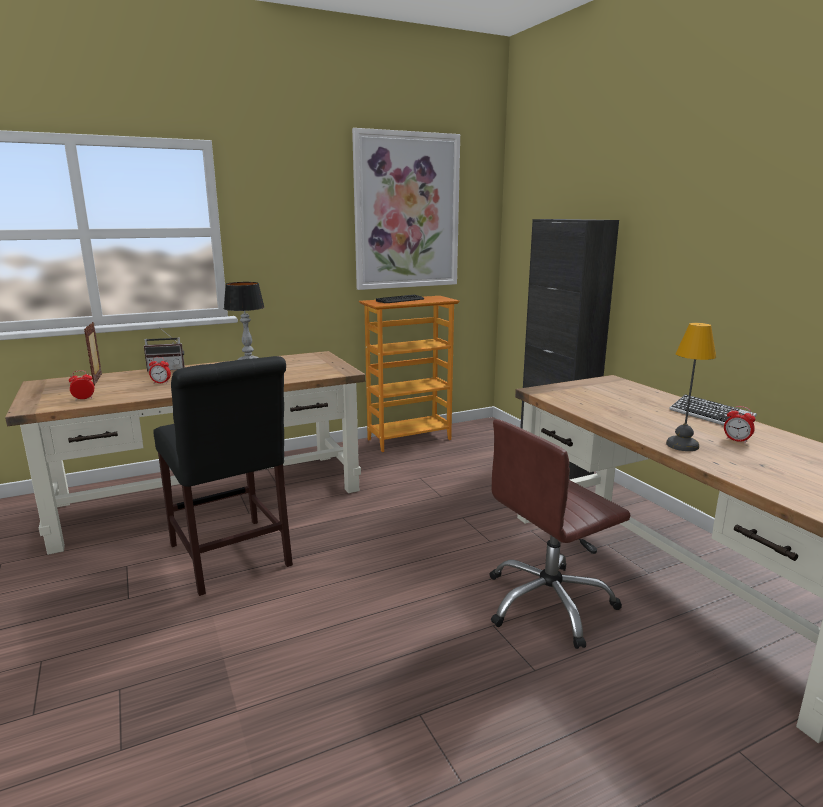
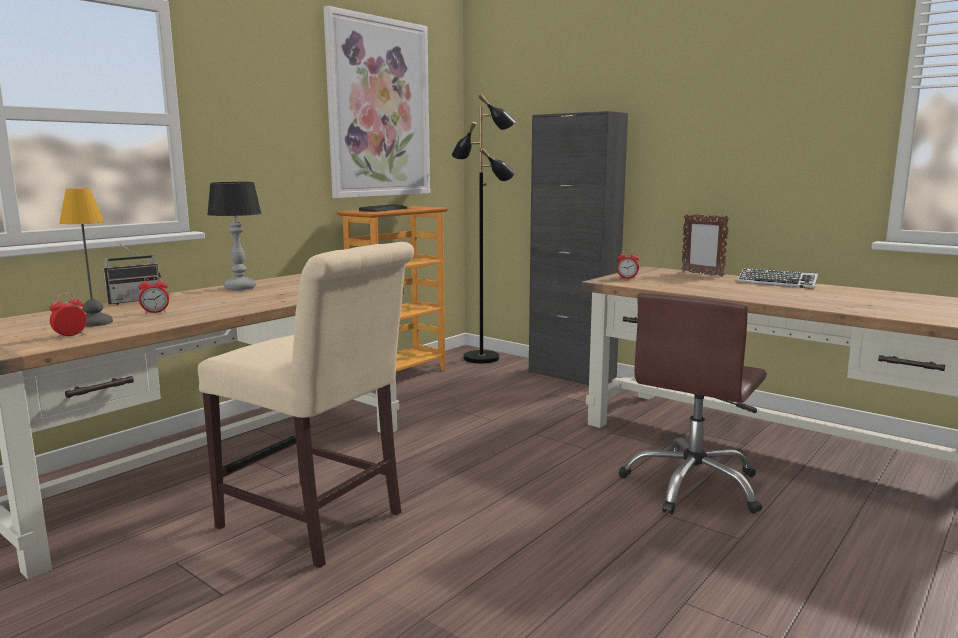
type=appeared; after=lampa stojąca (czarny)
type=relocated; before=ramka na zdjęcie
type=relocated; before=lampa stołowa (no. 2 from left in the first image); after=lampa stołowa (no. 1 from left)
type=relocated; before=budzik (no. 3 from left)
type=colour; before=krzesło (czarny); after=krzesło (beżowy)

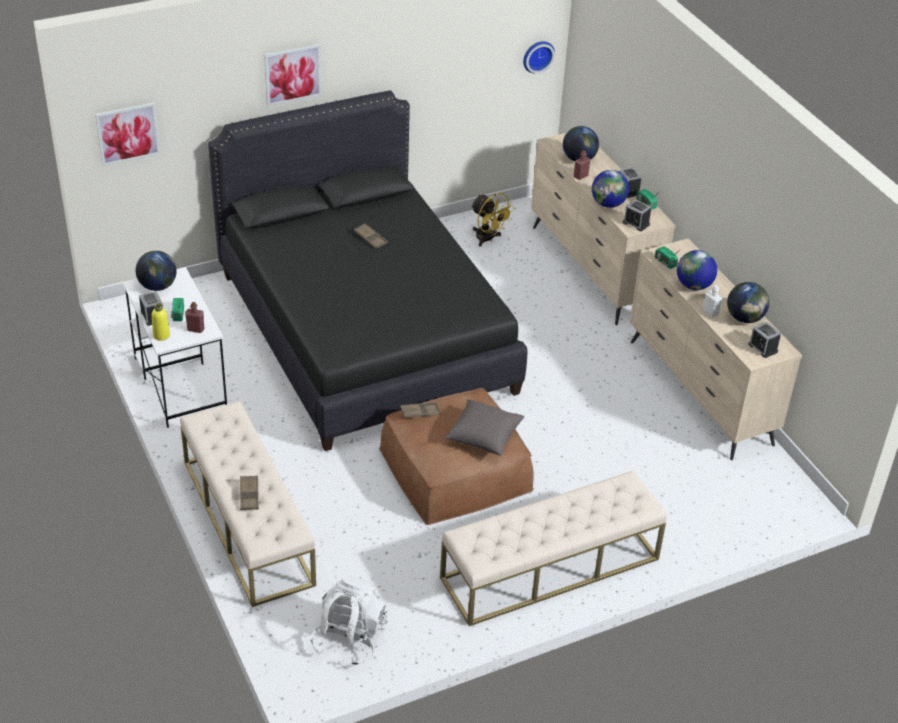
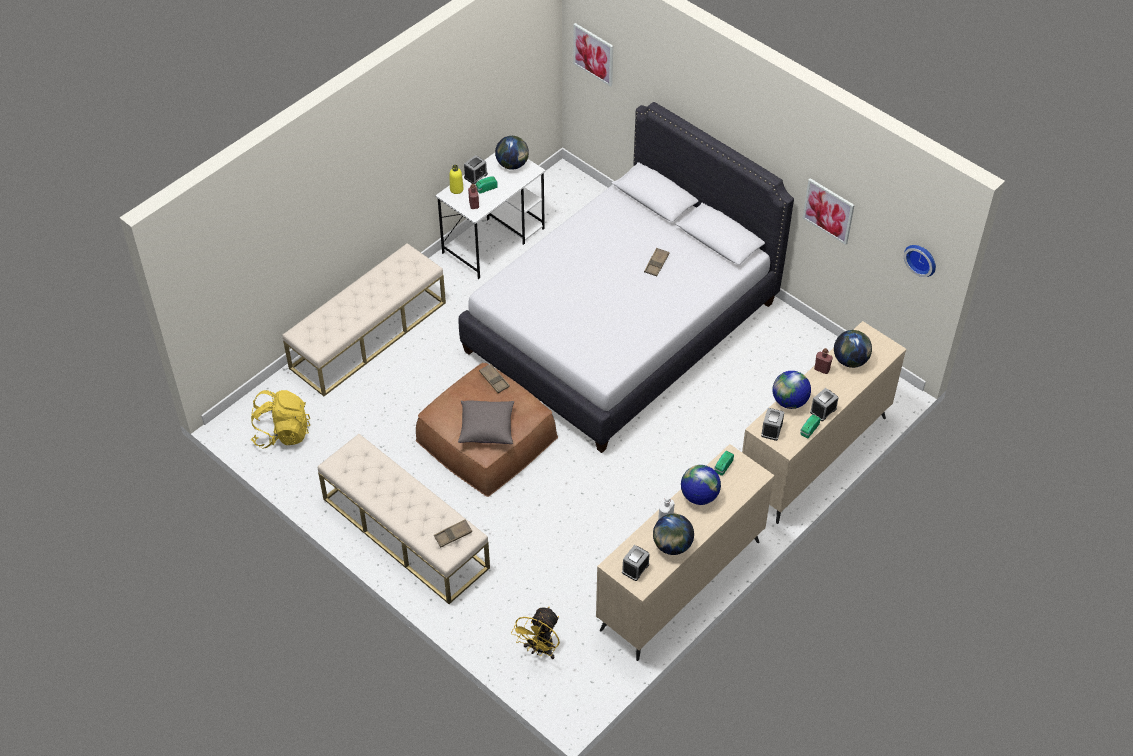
type=relocated; before=taca (brązowy) (no. 1 from left)
type=relocated; before=obraz (no. 2 from left)
type=relocated; before=wentylator (żółty)
type=colour; before=łóżko (czarny); after=łóżko (biały)
type=colour; before=plecak (biały); after=plecak (żółty)

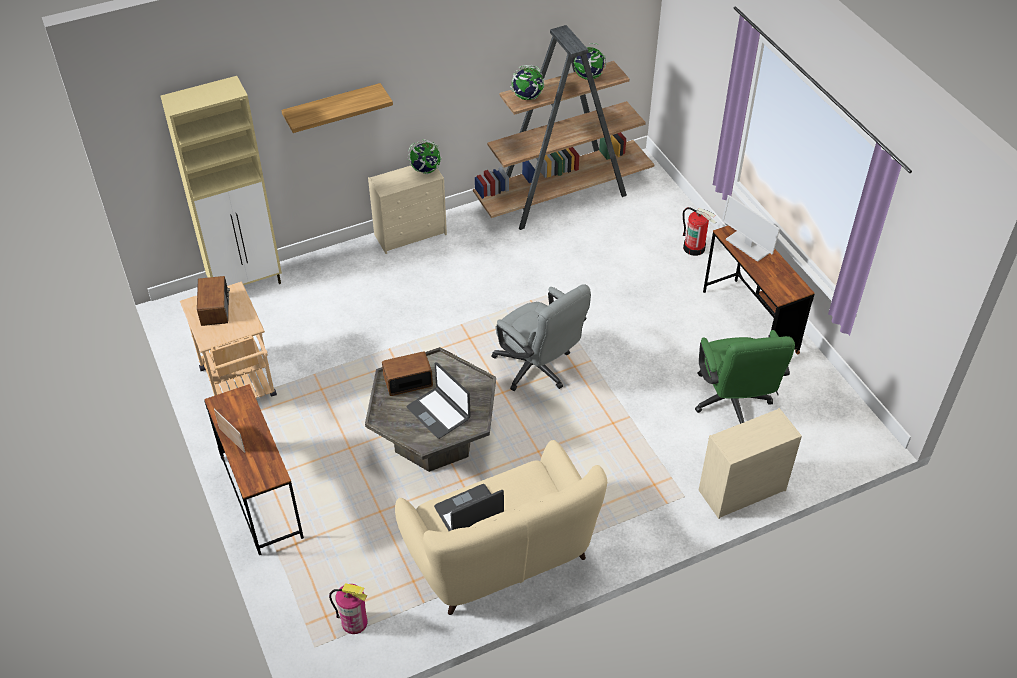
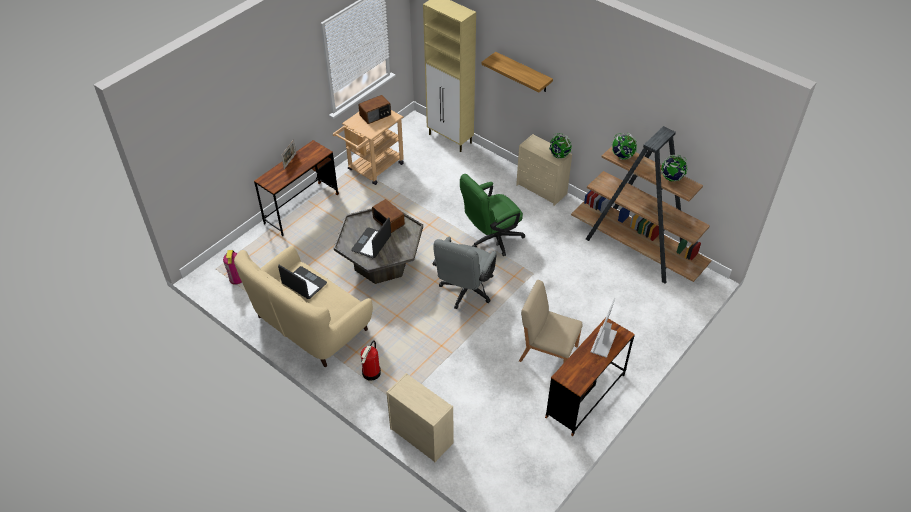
type=appeared; after=krzesło (beżowy)
type=relocated; before=gaśnica (no. 2 from left)
type=relocated; before=krzesło biurowe (zielony)

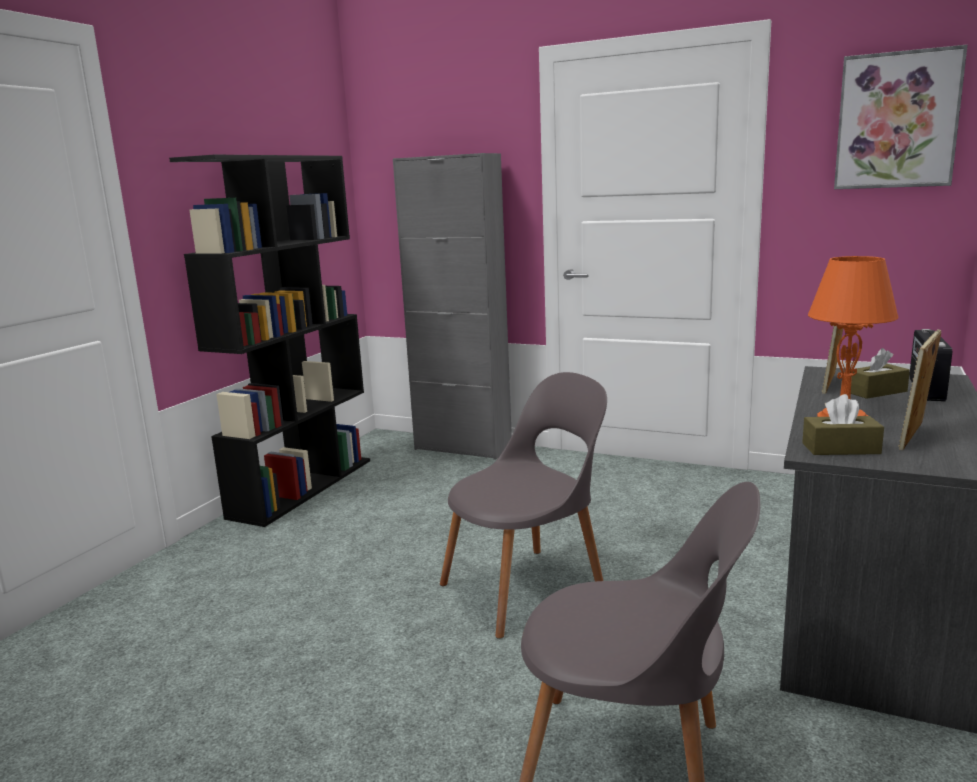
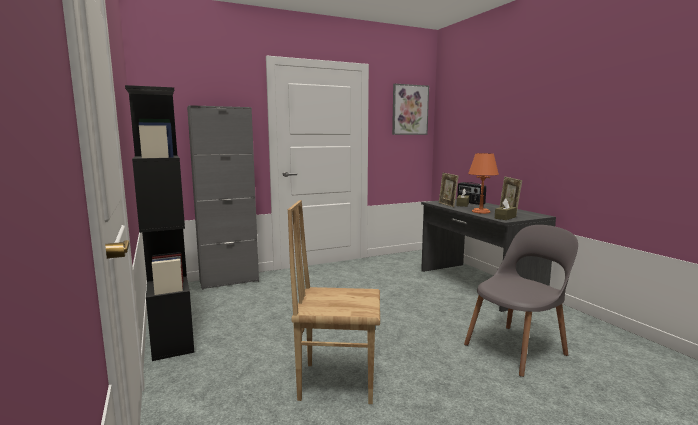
type=missing; before=krzesło (szary) (no. 1 from left)
type=appeared; after=krzesło (brązowy)

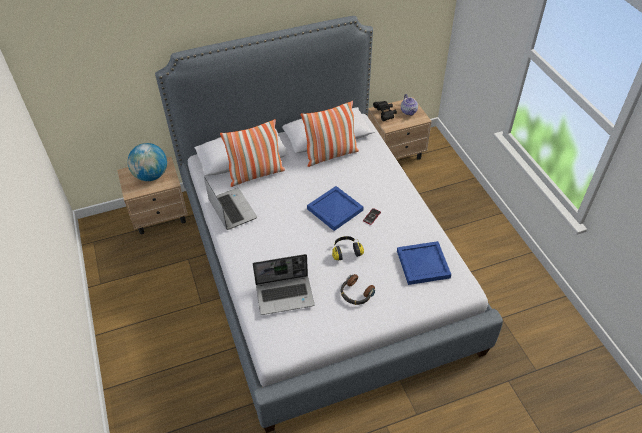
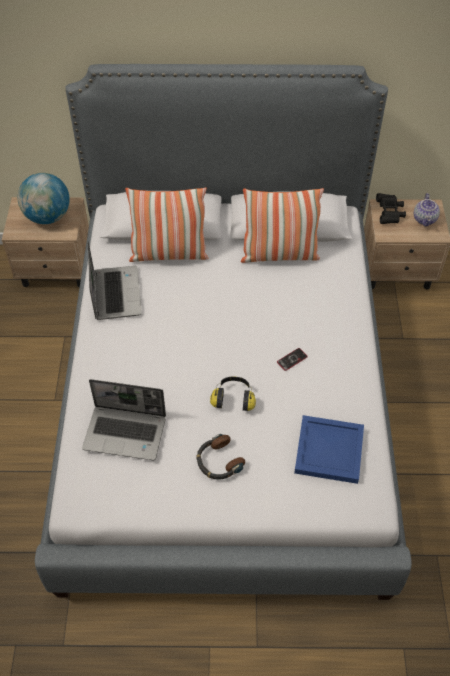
type=missing; before=taca (niebieski) (no. 1 from left)

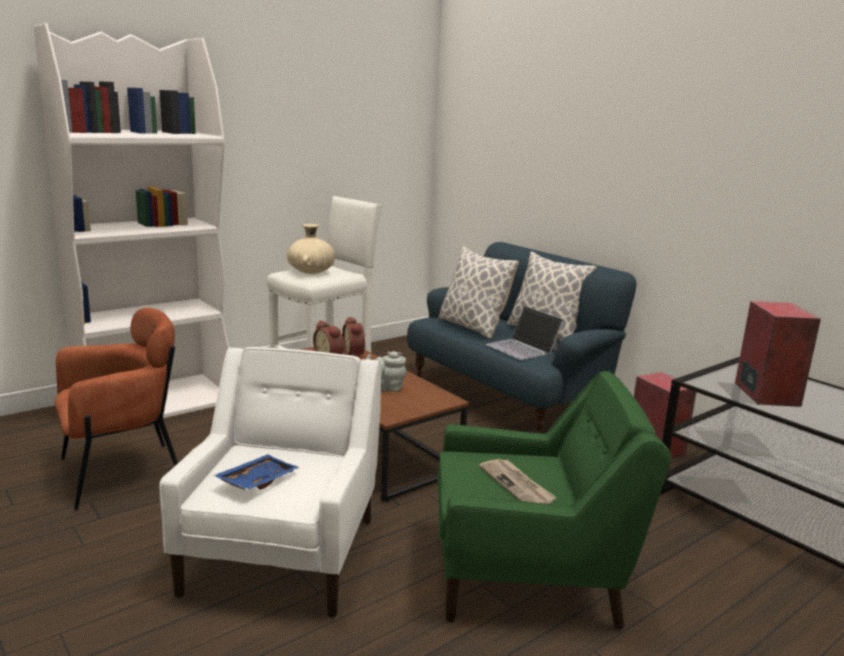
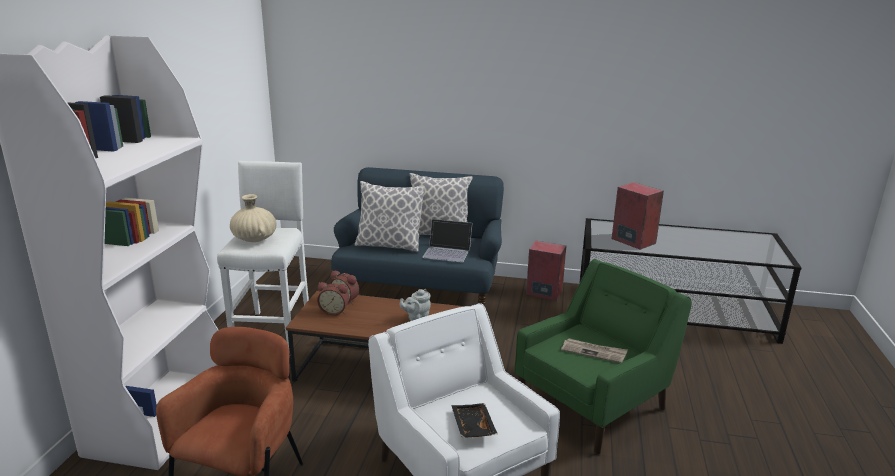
type=colour; before=taca (niebieski); after=taca (czarny)

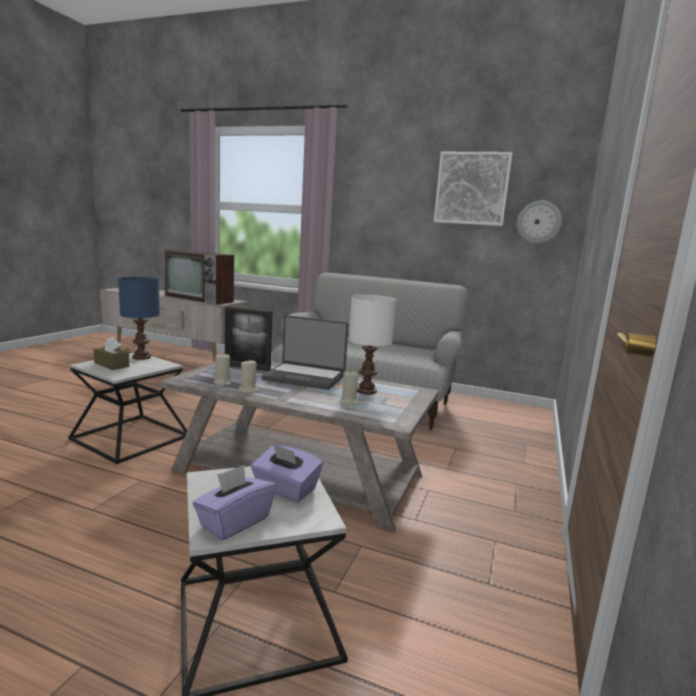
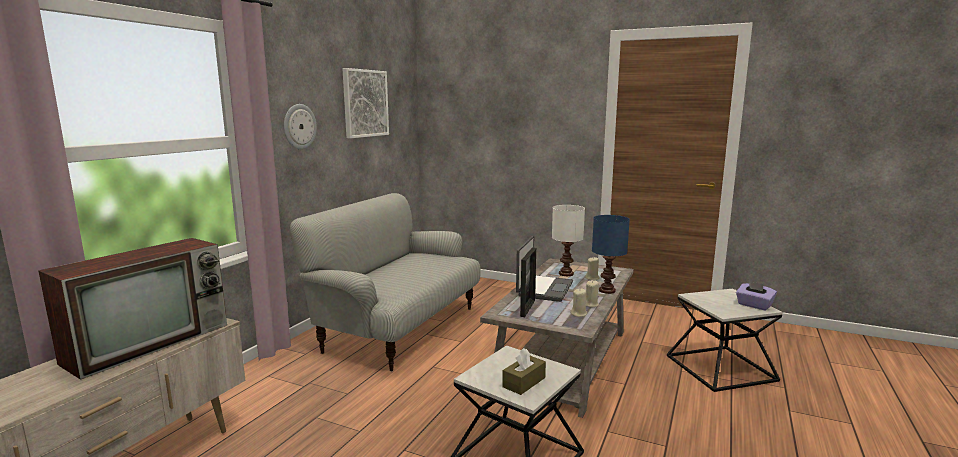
type=missing; before=pudełko chusteczek (fioletowy) (no. 2 from left)
type=relocated; before=lampa stołowa (niebieski)
type=relocated; before=zegar ścienny

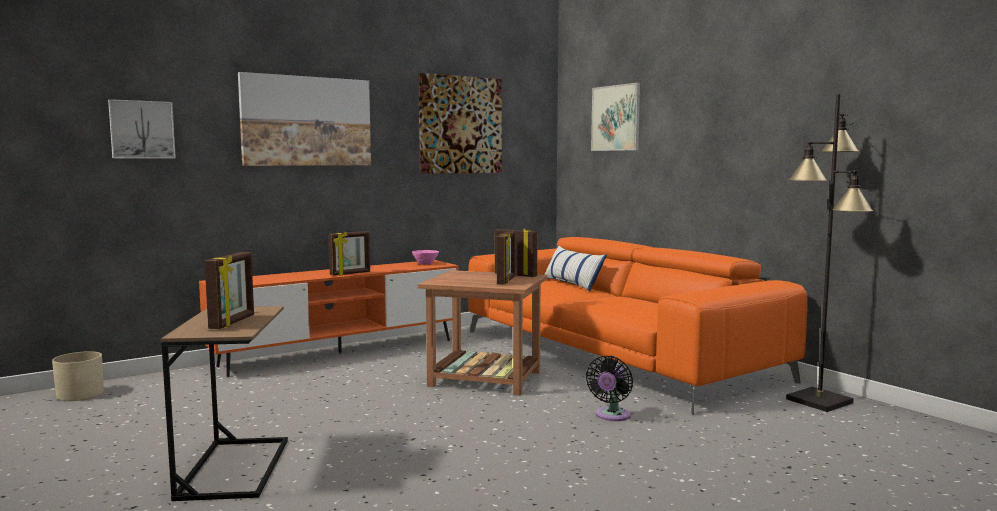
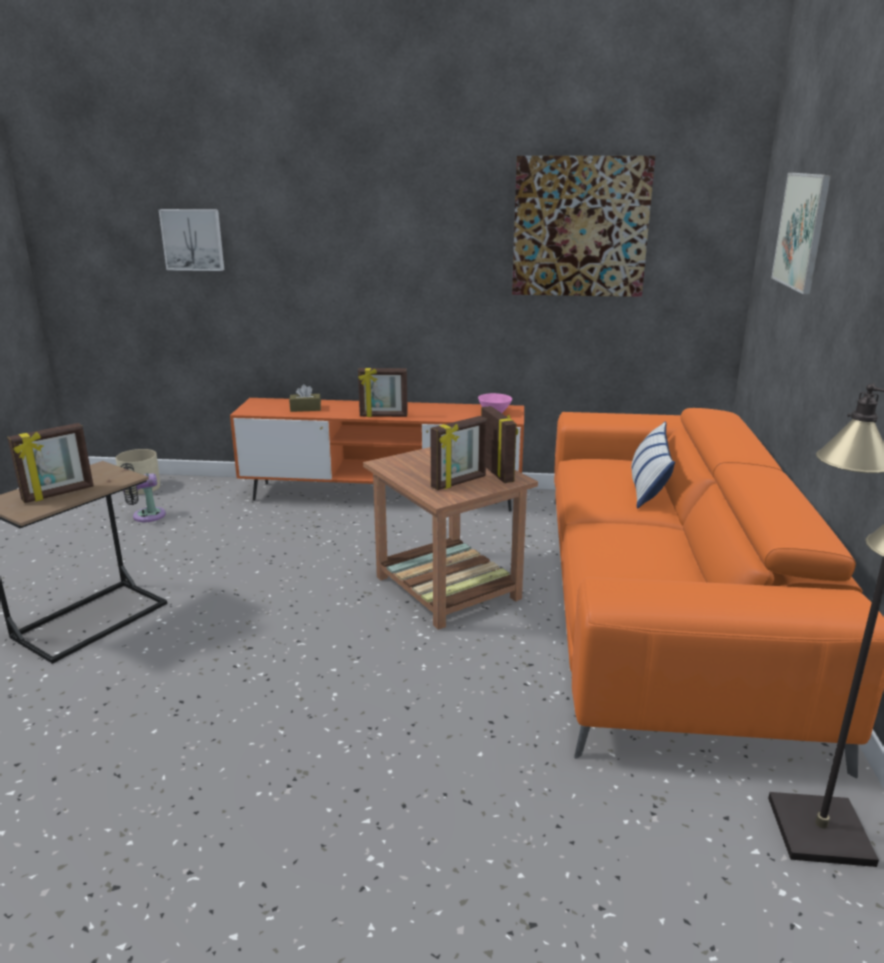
type=missing; before=obraz (no. 2 from left)
type=appeared; after=pudełko chusteczek (brązowy)
type=relocated; before=wentylator (czarny)

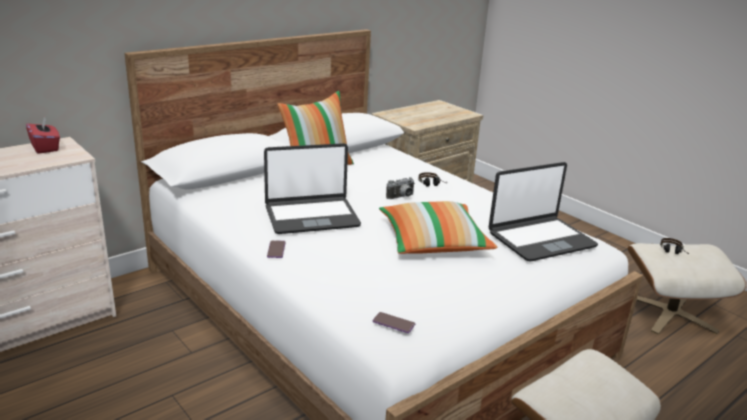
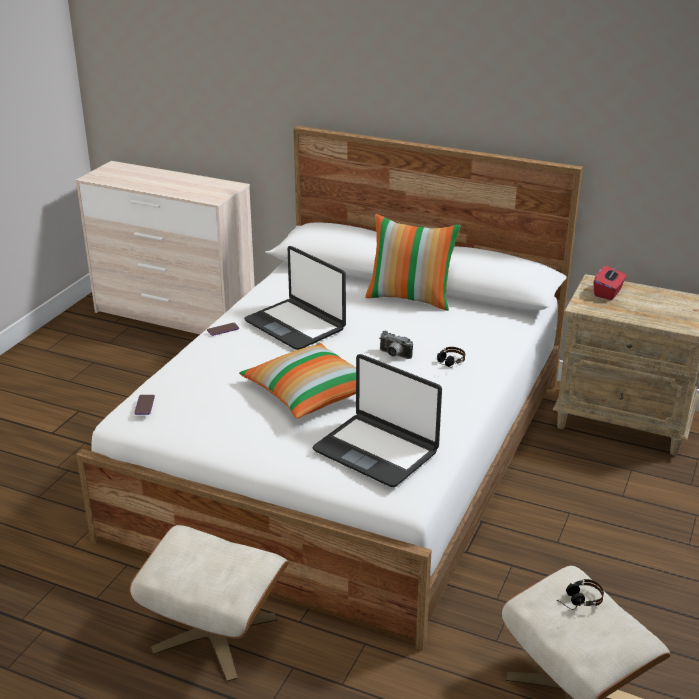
type=relocated; before=pudełko chusteczek (czerwony)

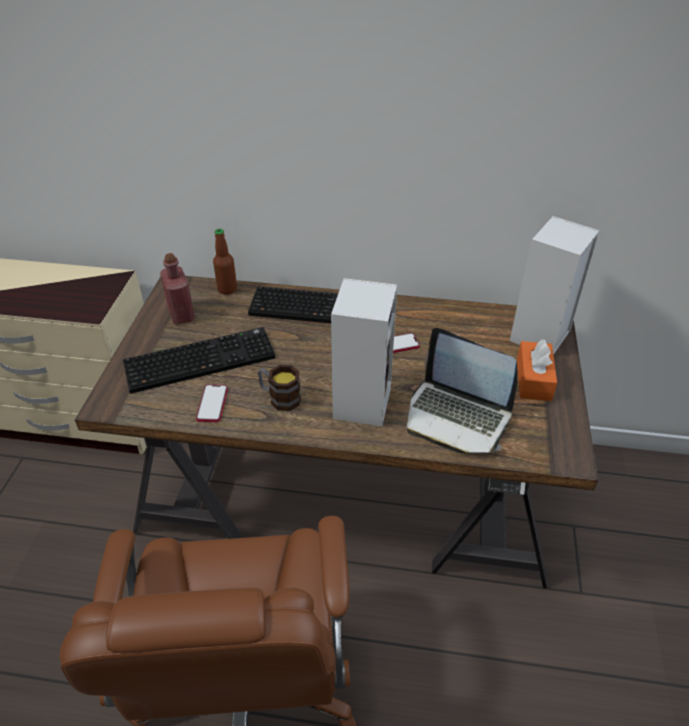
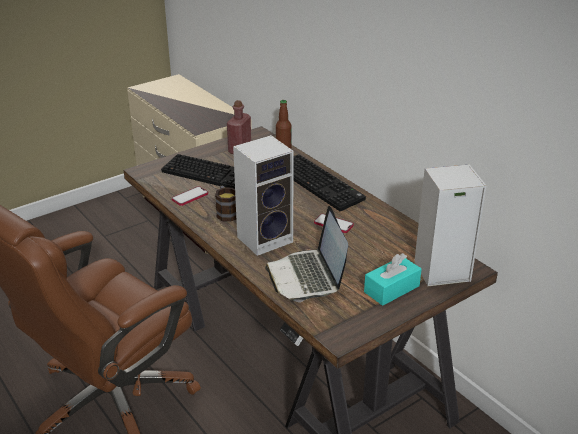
type=colour; before=pudełko chusteczek (pomarańczowy); after=pudełko chusteczek (turkusowy)

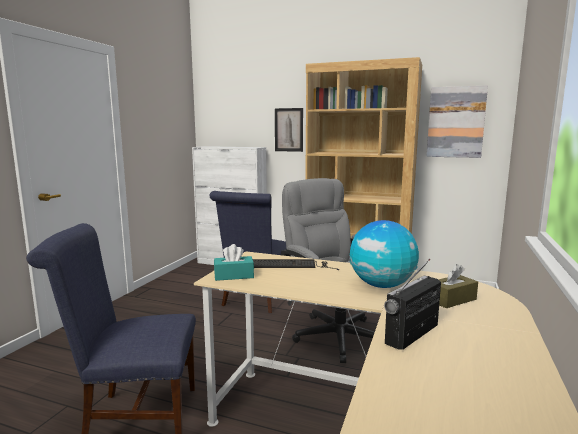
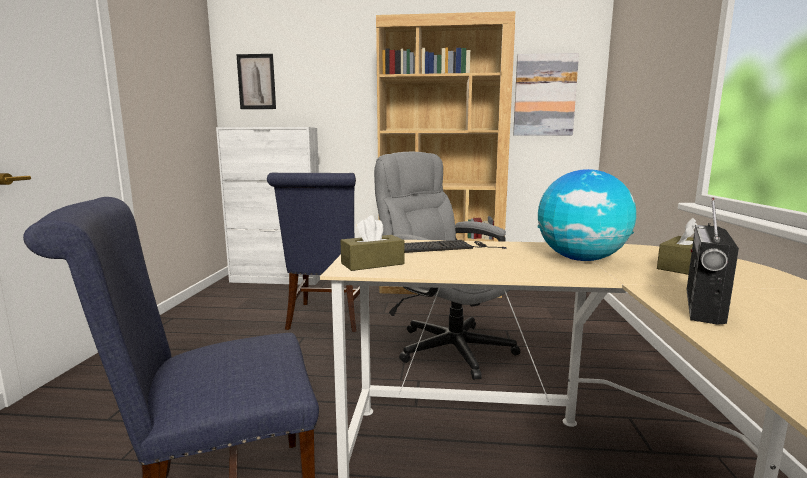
type=relocated; before=obraz (no. 1 from left)
type=colour; before=pudełko chusteczek (turkusowy); after=pudełko chusteczek (brązowy) (no. 1 from left)

